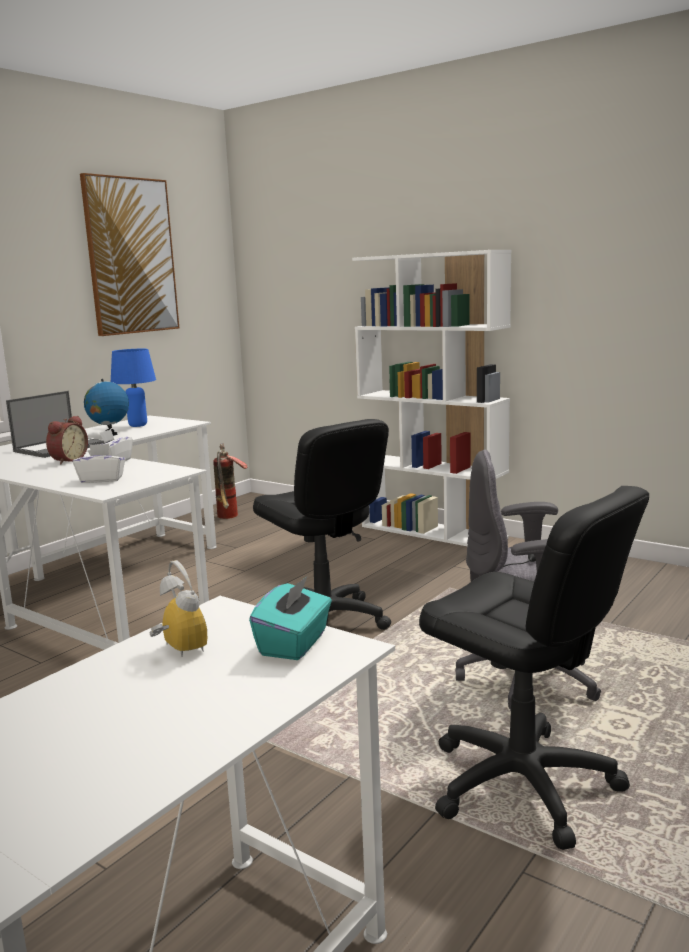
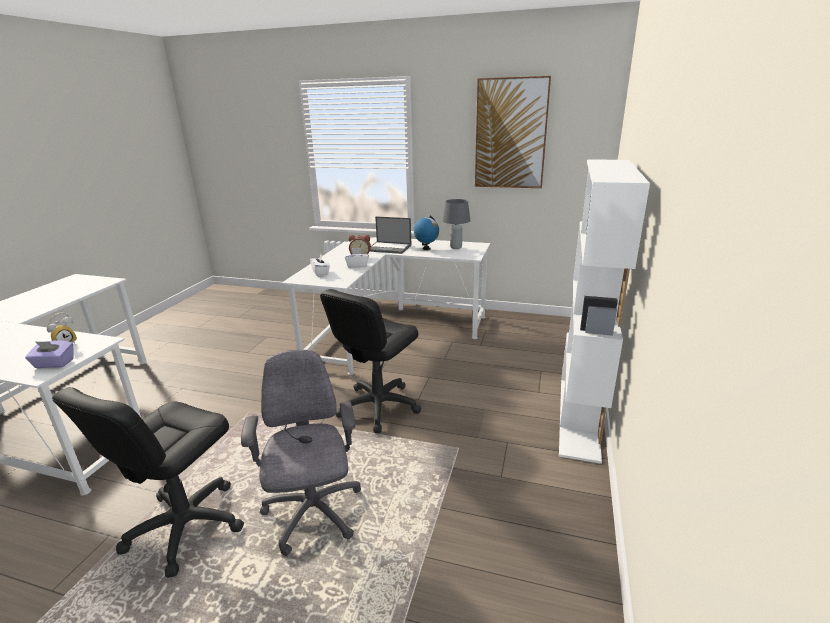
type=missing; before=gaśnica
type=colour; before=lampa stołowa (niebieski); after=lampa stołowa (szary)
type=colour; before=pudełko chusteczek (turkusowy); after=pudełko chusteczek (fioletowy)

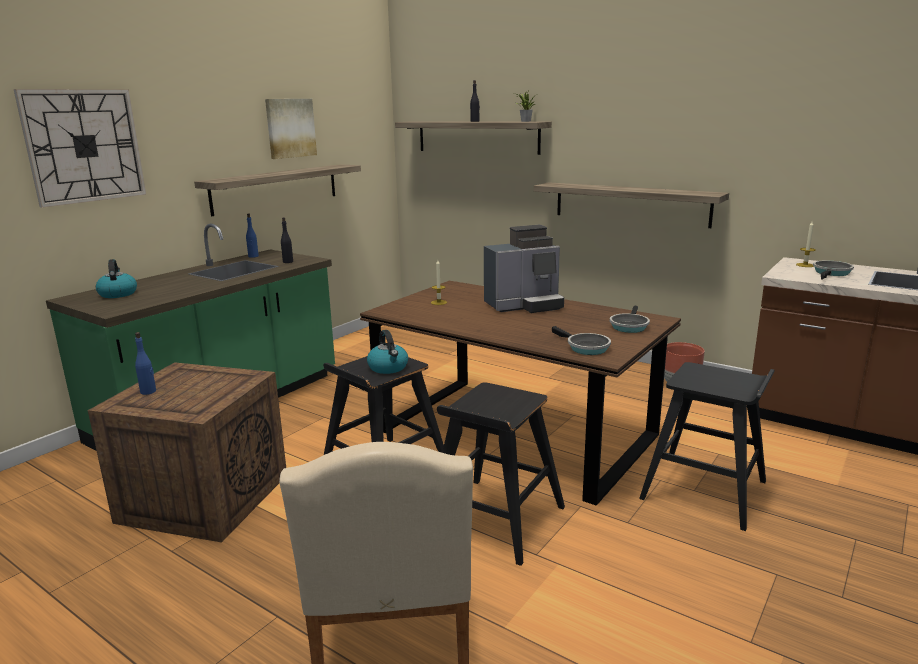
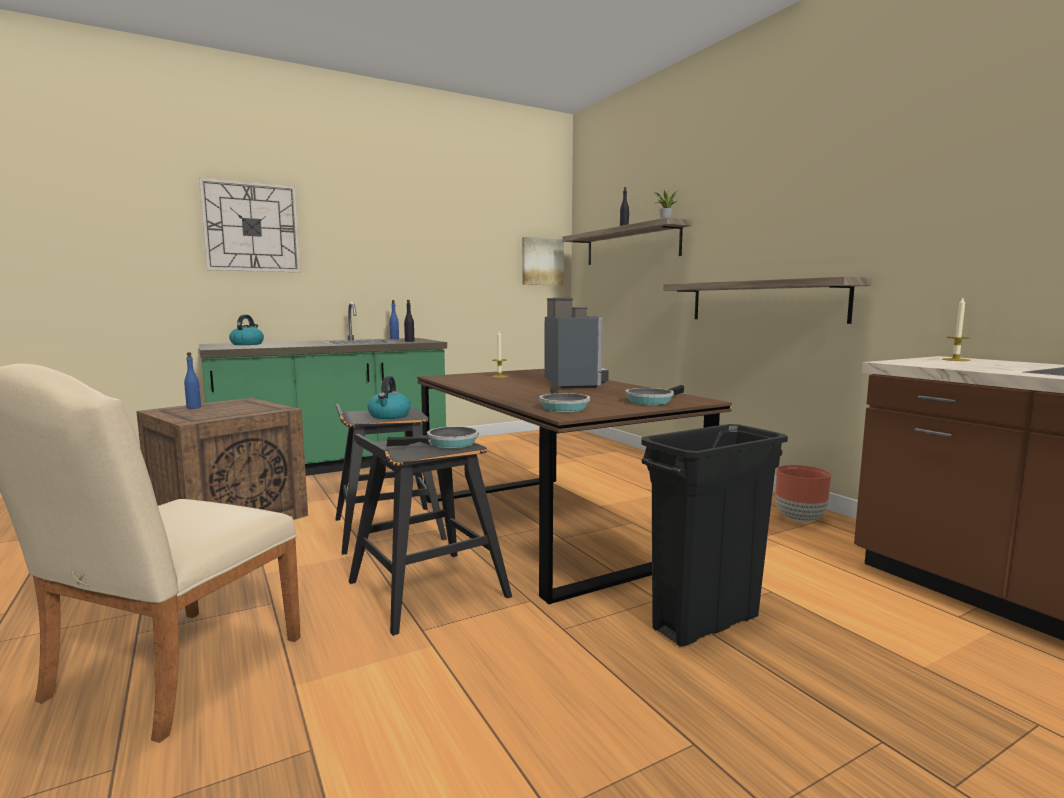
type=missing; before=półka (no. 1 from left)
type=relocated; before=obraz
type=relocated; before=patelnia (no. 3 from left in the first image); after=patelnia (no. 1 from left)
type=exchanged; before=stołek (czarny) (no. 3 from left); after=kosz na śmieci (czarny)
type=spun; before=ekspres do kawy; turn=-105

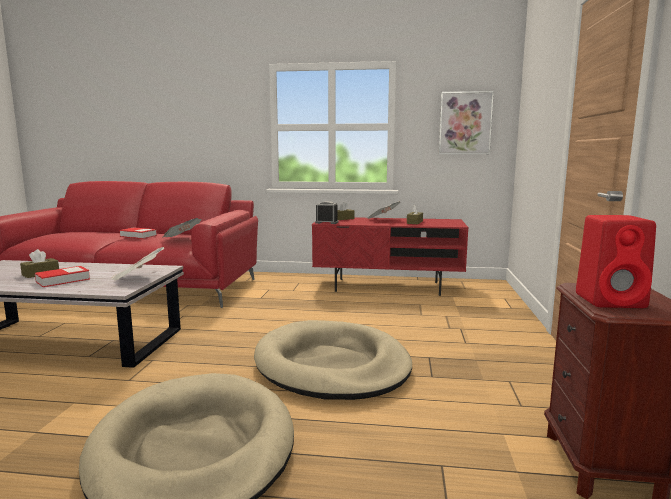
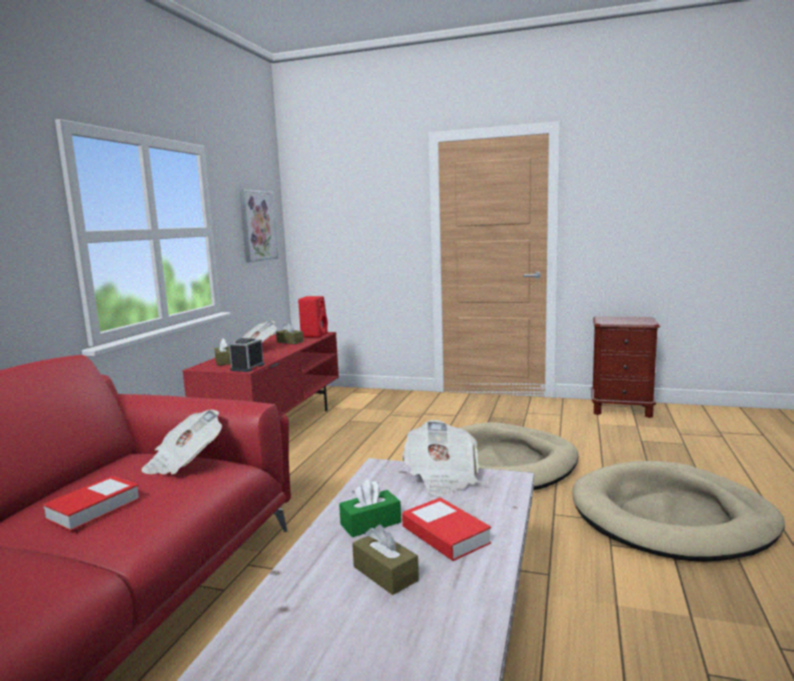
type=appeared; after=pudełko chusteczek (zielony)
type=relocated; before=głośnik (czerwony)

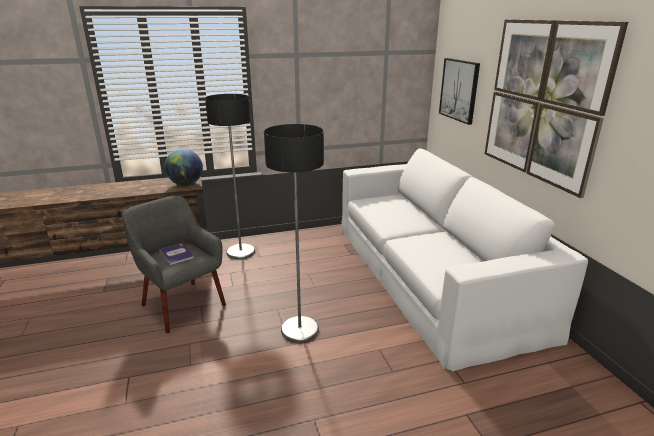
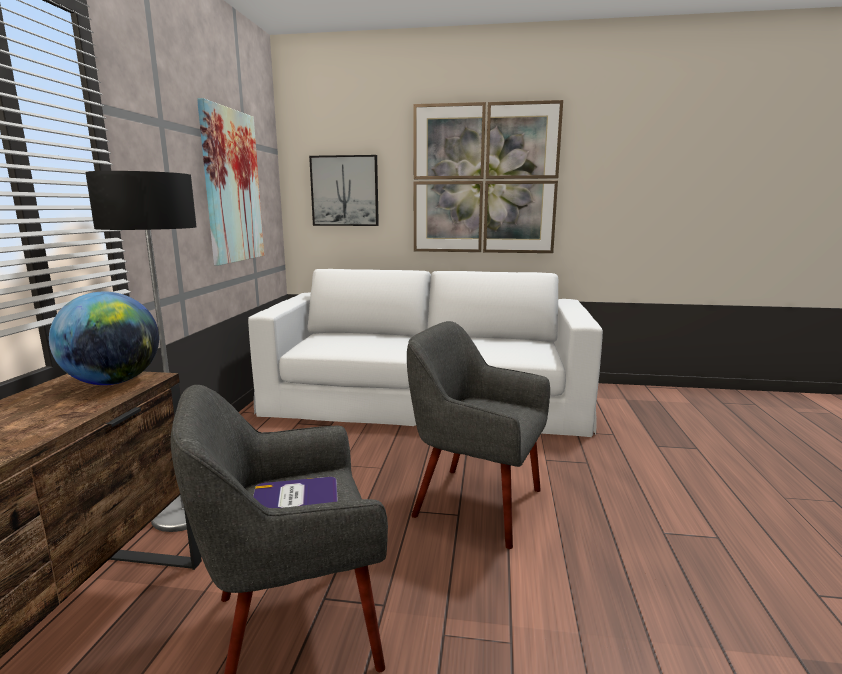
type=appeared; after=obraz (no. 1 from left)
type=exchanged; before=lampa stojąca (no. 2 from left); after=fotel (szary) (no. 2 from left)

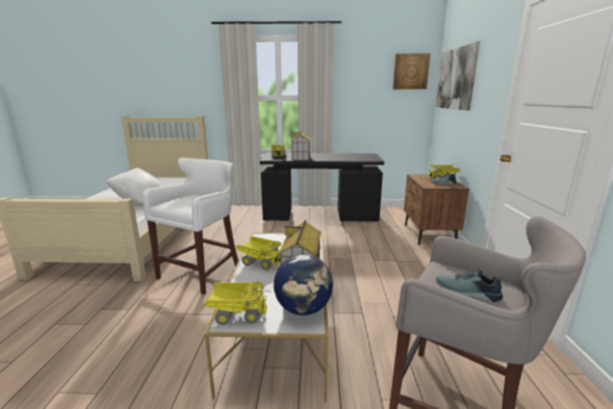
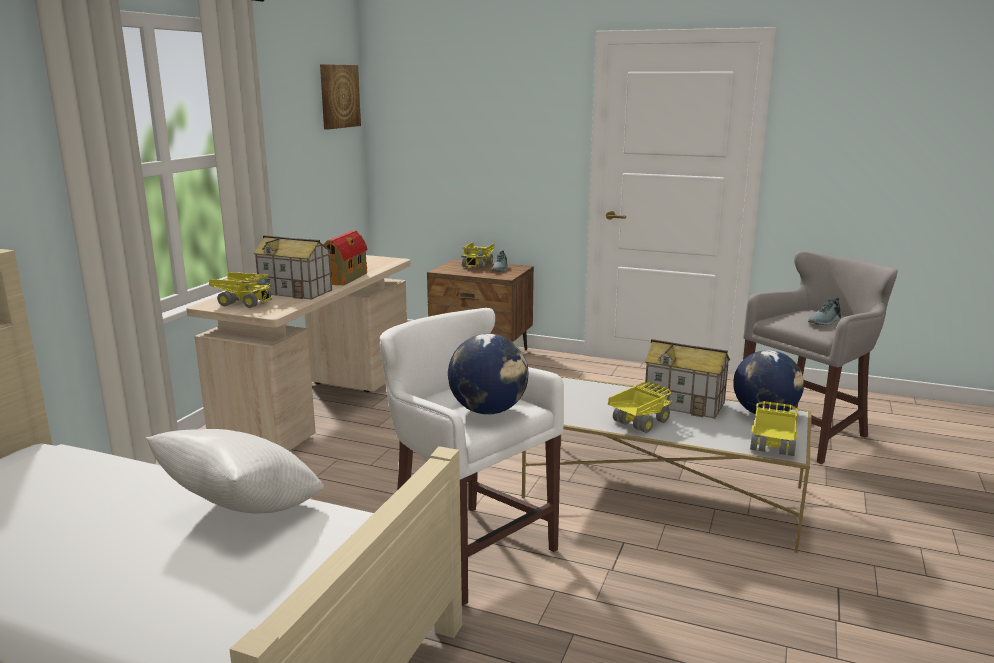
type=missing; before=obraz (no. 2 from left)
type=appeared; after=domek (no. 2 from left)
type=appeared; after=globus (no. 1 from left)
type=colour; before=biurko (czarny); after=biurko (beżowy)

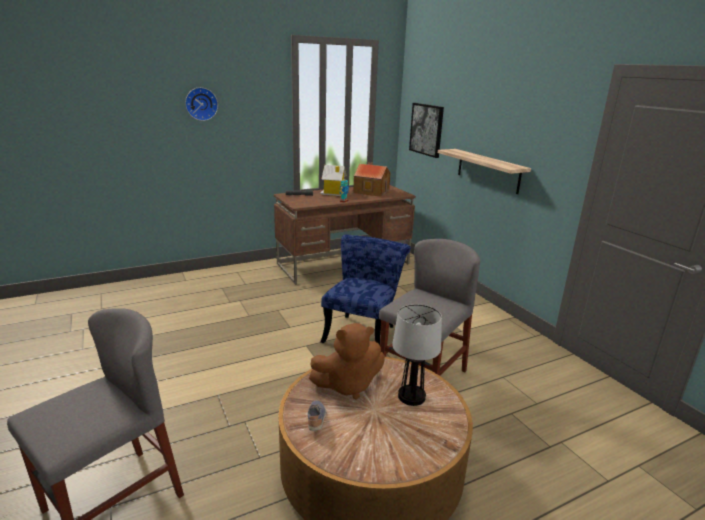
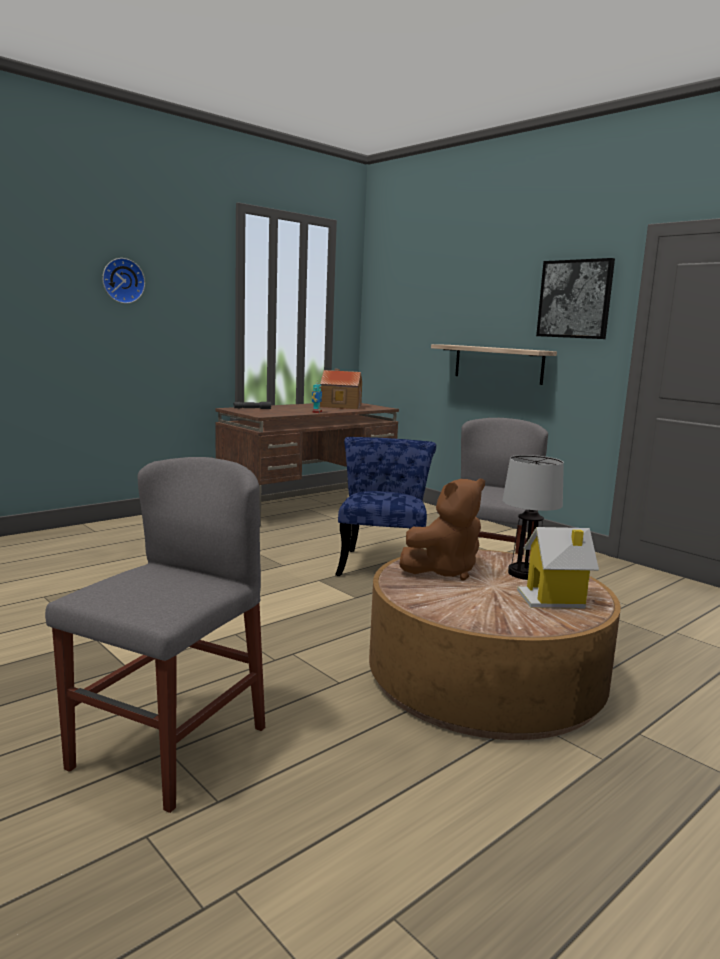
type=missing; before=but
type=relocated; before=domek (no. 1 from left in the first image); after=domek (no. 2 from left)
type=relocated; before=obraz

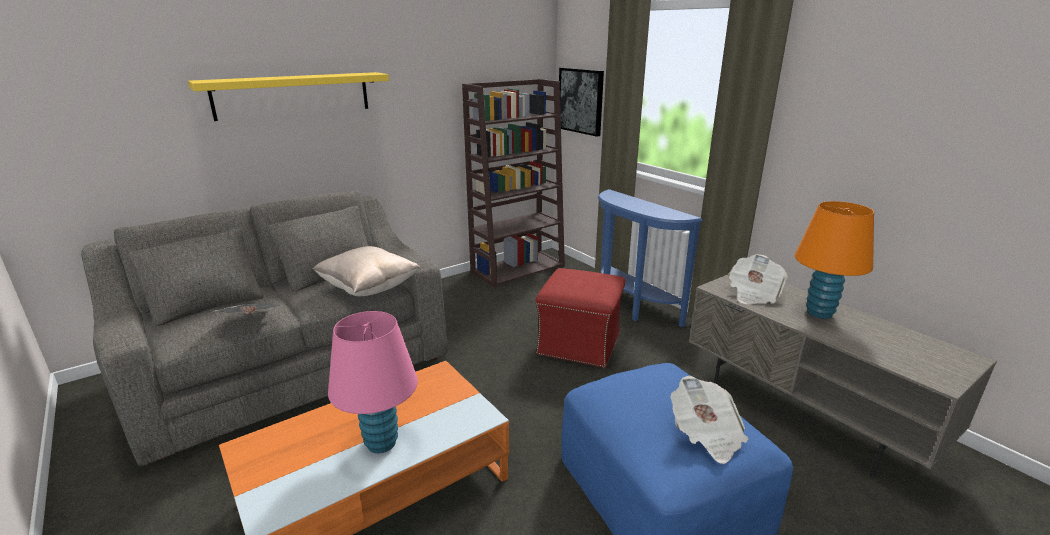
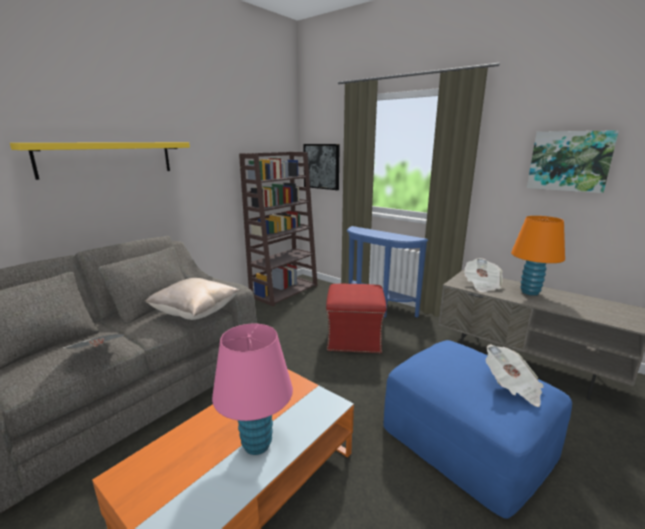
type=appeared; after=obraz (no. 2 from left)

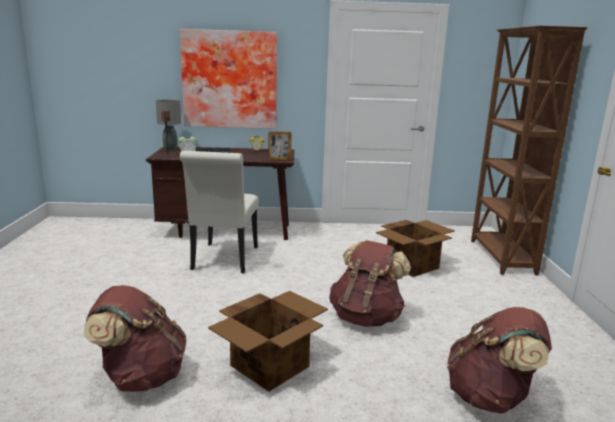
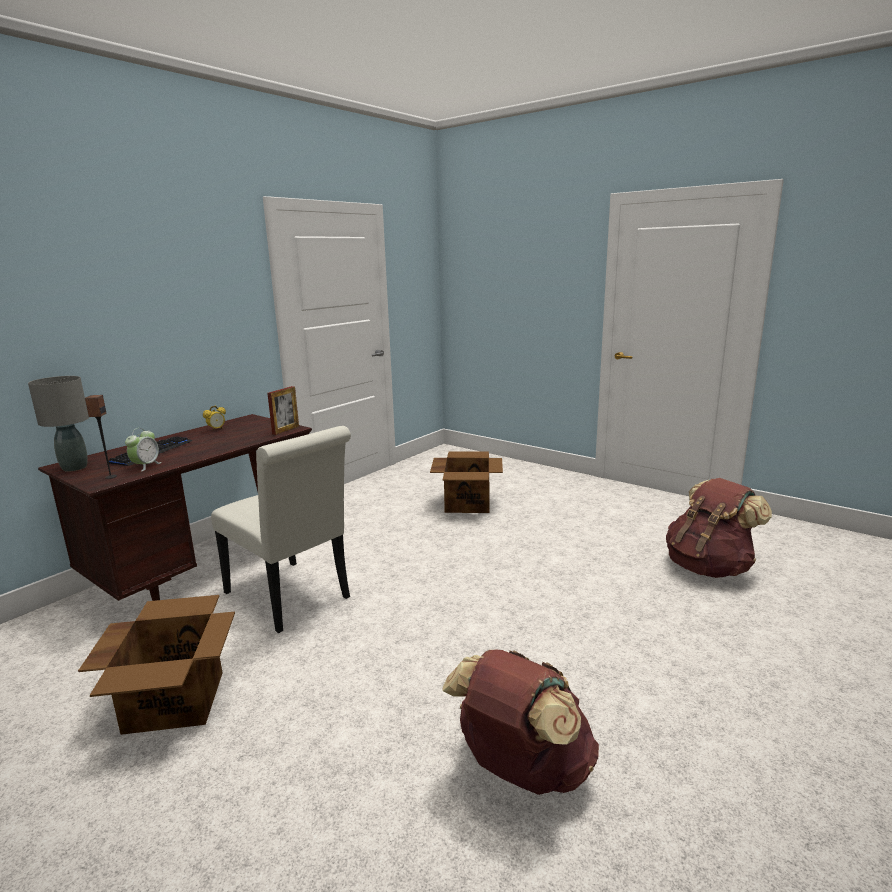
type=missing; before=obraz
type=missing; before=plecak (brązowy) (no. 2 from left)
type=missing; before=regał (brązowy)
type=relocated; before=karton (no. 1 from left)

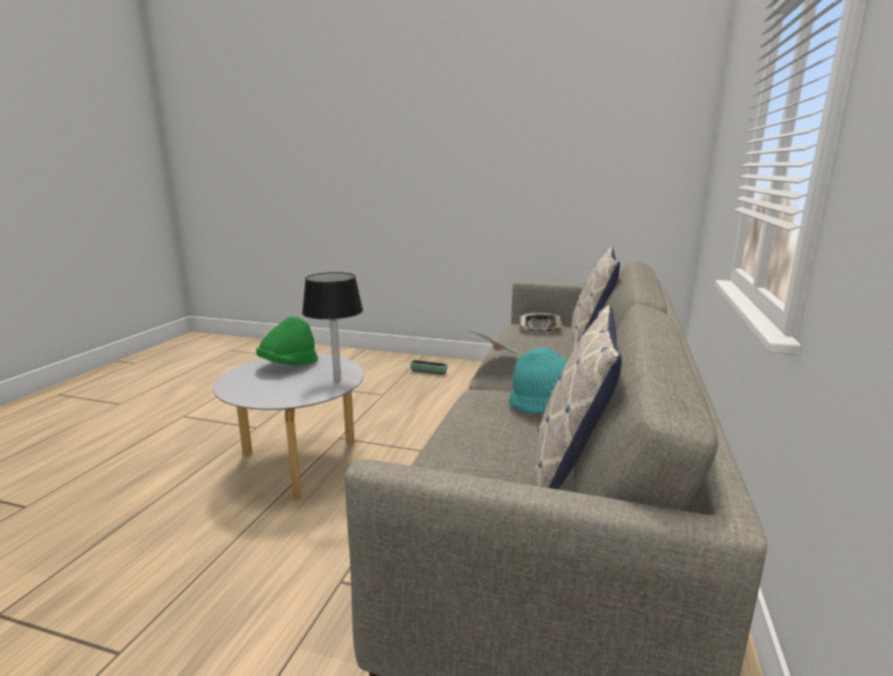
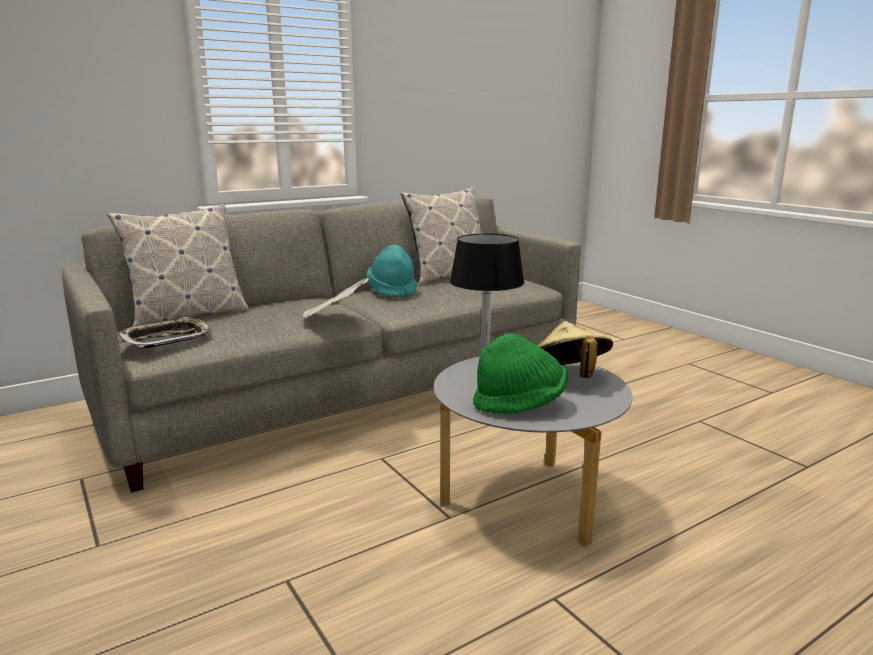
type=missing; before=donica
type=appeared; after=kapelusz (beżowy)

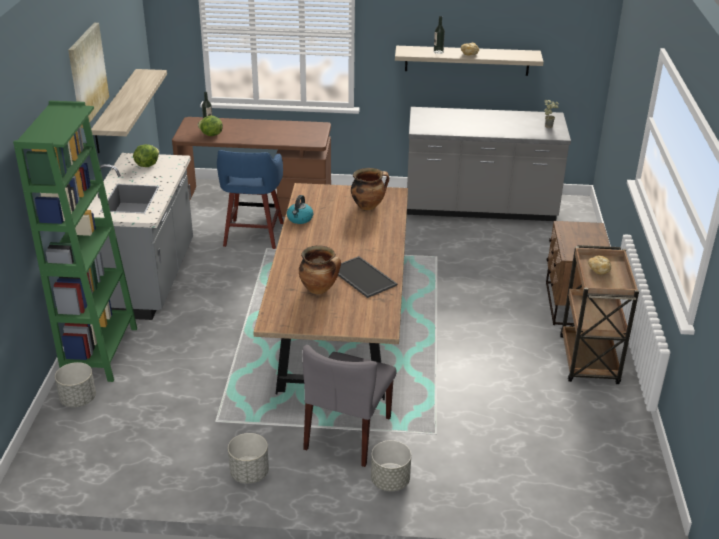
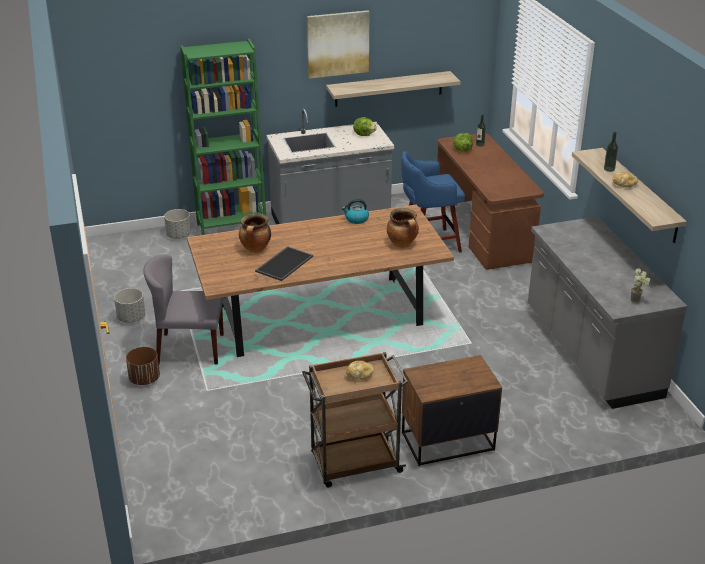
type=colour; before=donica (szary) (no. 3 from left); after=donica (brązowy)

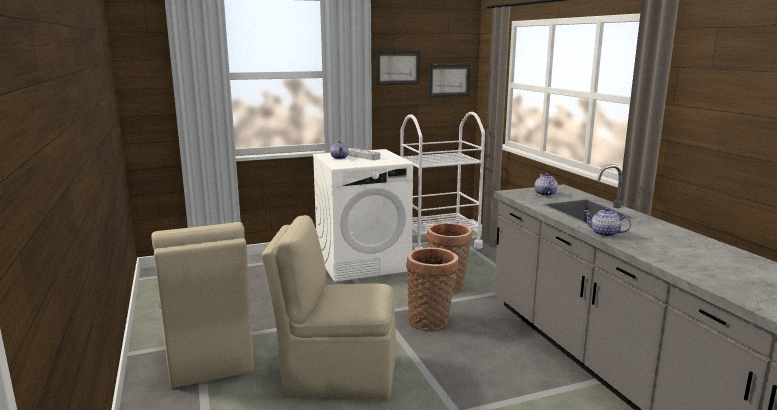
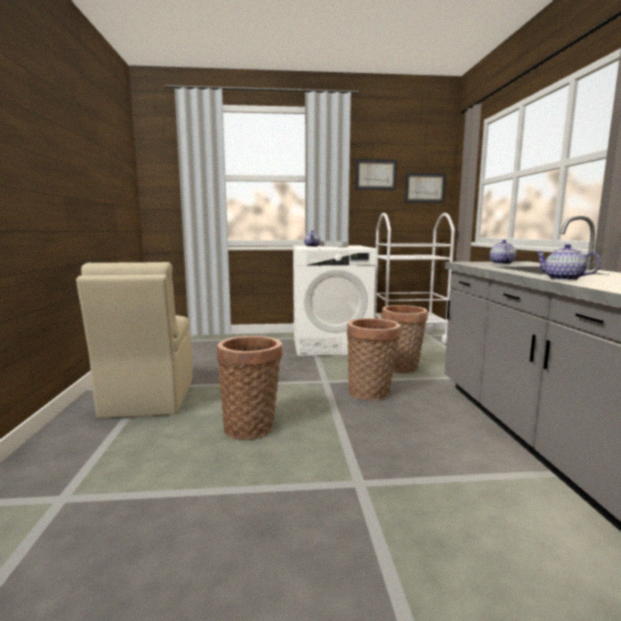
type=exchanged; before=krzesło (beżowy) (no. 2 from left); after=koszyk (no. 1 from left)

